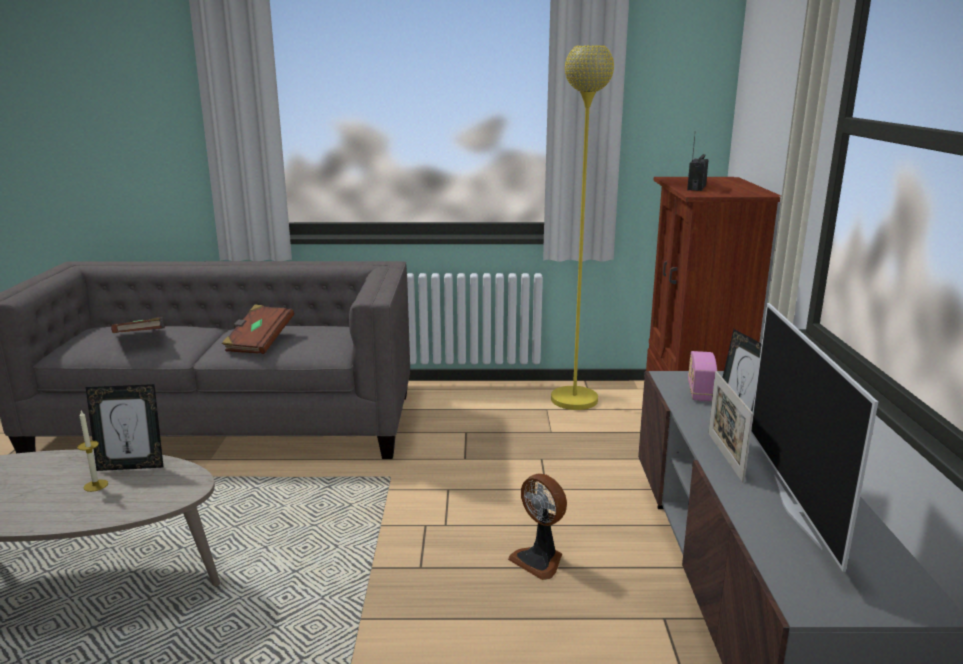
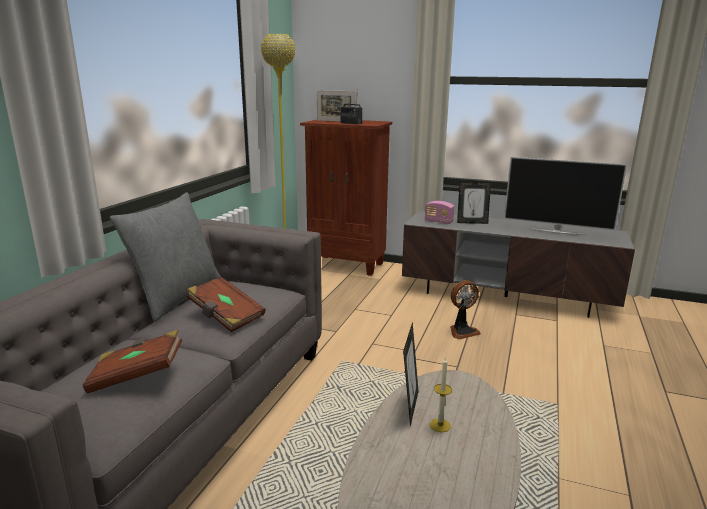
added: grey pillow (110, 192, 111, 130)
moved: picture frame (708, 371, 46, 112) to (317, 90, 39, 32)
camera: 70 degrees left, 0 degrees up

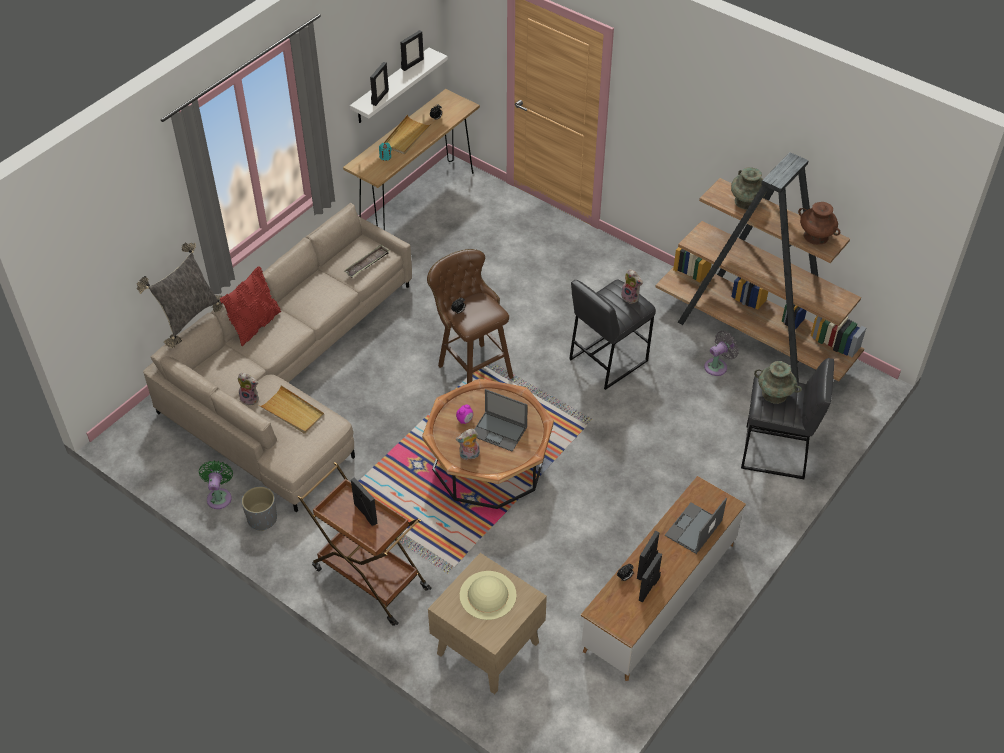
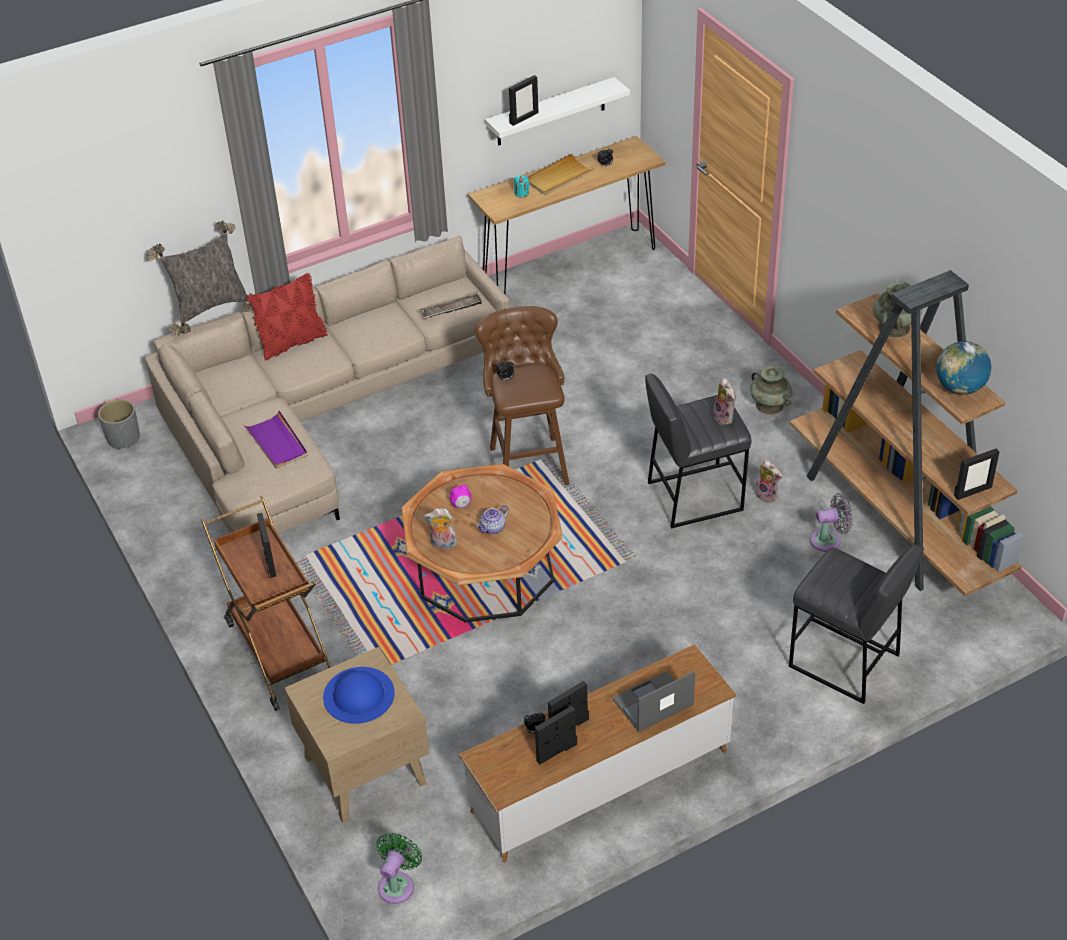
moved: green fan (199, 460, 34, 49) to (376, 833, 46, 71); plush toy (238, 373, 21, 32) to (755, 460, 27, 43); grey planter (242, 487, 35, 44) to (98, 399, 42, 50); picture frame (400, 30, 24, 41) to (954, 448, 46, 52); turquoise vase (754, 361, 48, 43) to (750, 366, 42, 49)
replaced: laptop (475, 389, 53, 63) to teapot (476, 505, 33, 29); brown vase (798, 202, 42, 43) to globe (936, 341, 55, 54)
recoloured: beige tray (260, 385, 64, 49) to purple tray (244, 410, 64, 58); beige hat (460, 571, 56, 49) to blue hat (323, 667, 72, 57)
camera: 25 degrees right, 5 degrees down

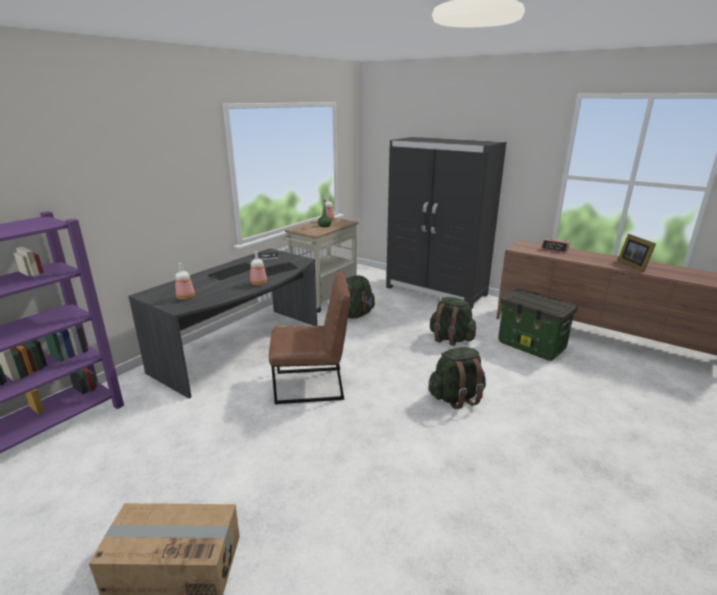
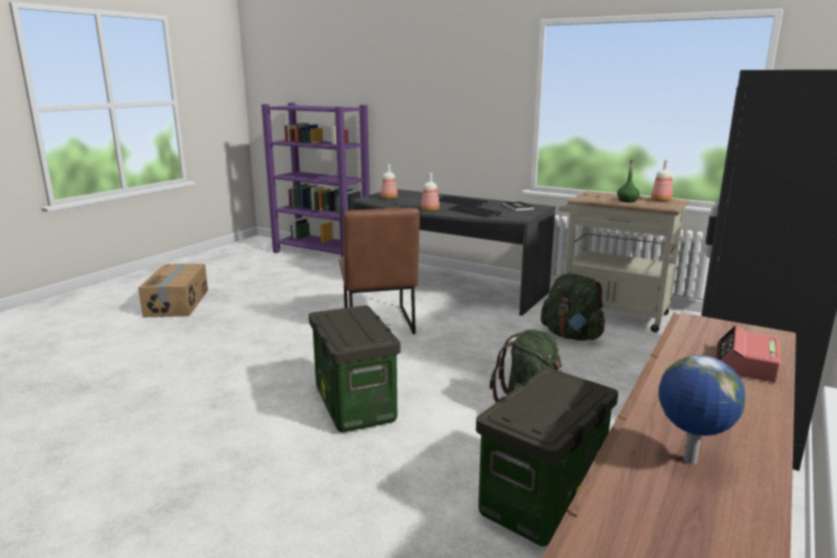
replaced: green backpack (429, 347, 57, 62) to storage box (309, 305, 92, 128); picture frame (617, 234, 39, 38) to globe (658, 355, 87, 109)
camera: 85 degrees right, 5 degrees down

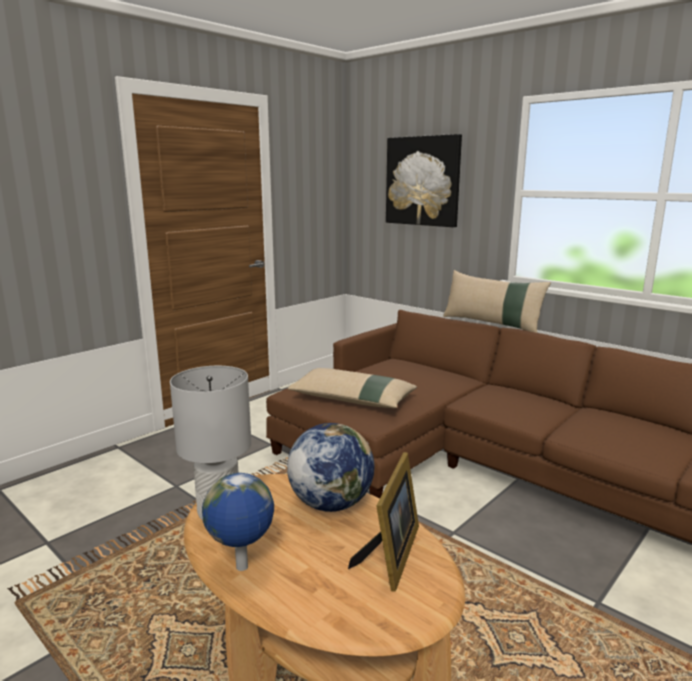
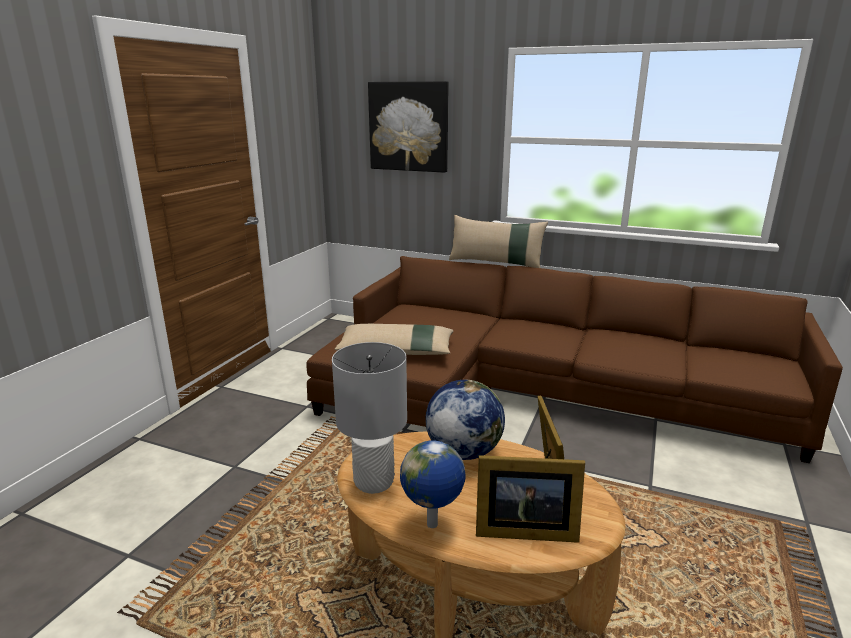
added: picture frame (476, 455, 109, 88)
camera: 20 degrees left, 5 degrees up

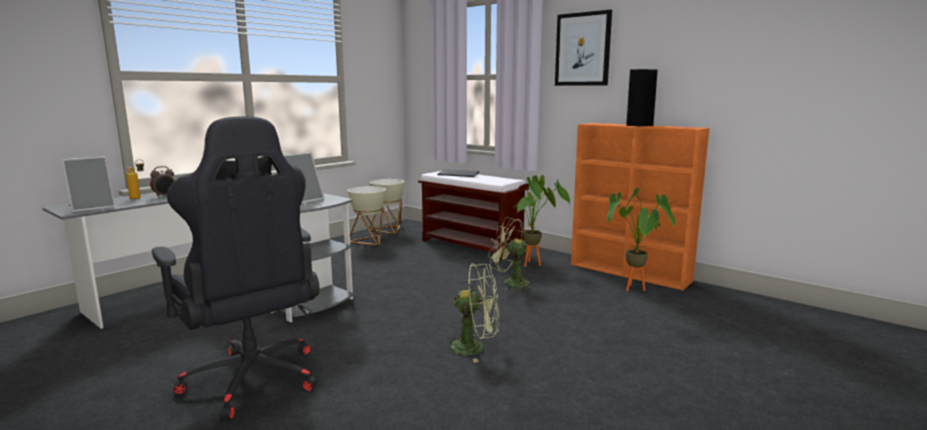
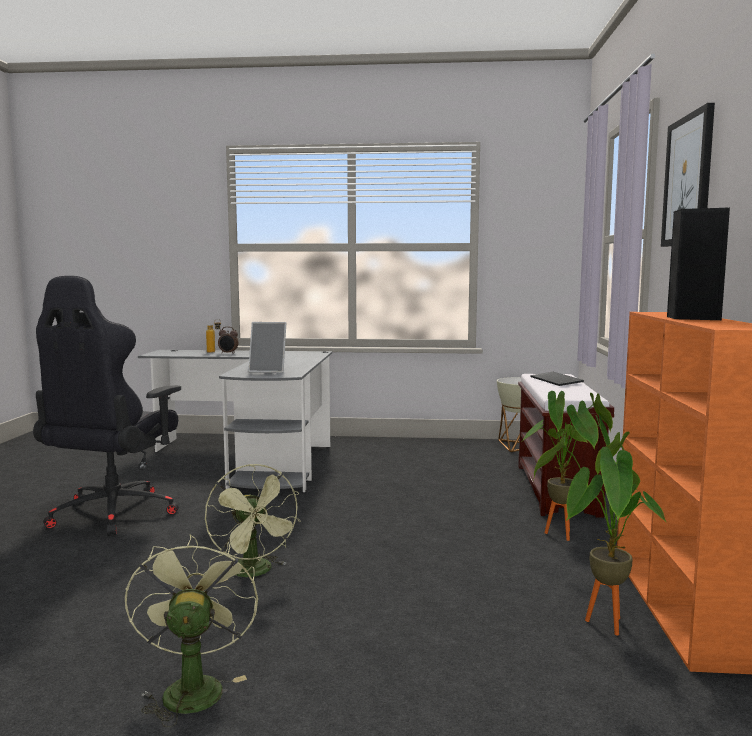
removed: picture frame (62, 156, 53, 56); planter (348, 186, 38, 60)
moved: green fan (488, 217, 45, 74) to (125, 534, 133, 193)
camera: 55 degrees right, 5 degrees down

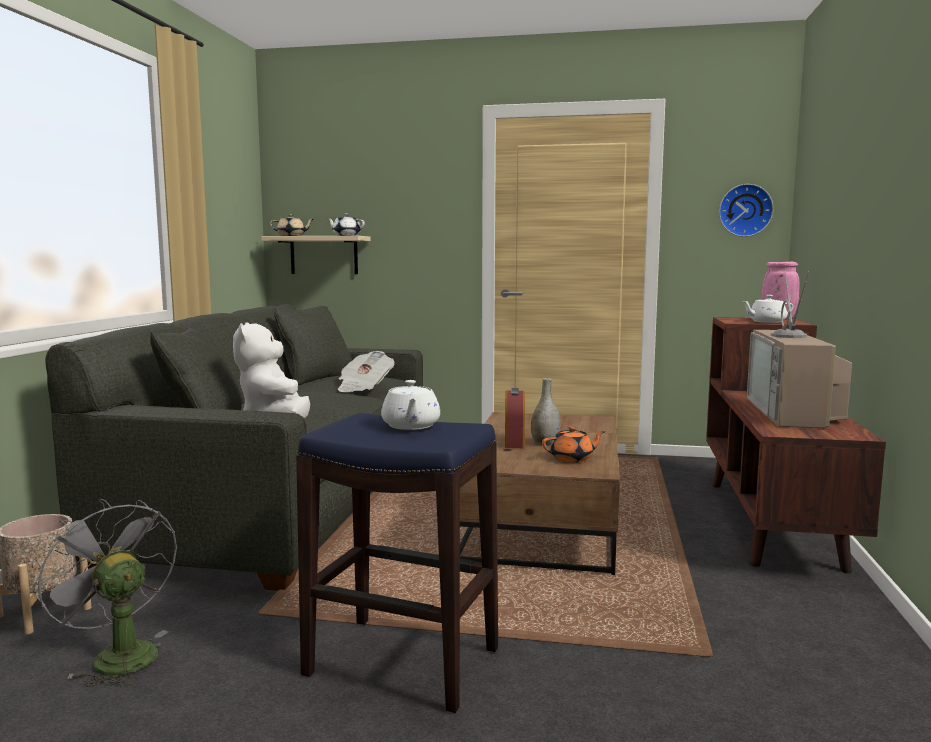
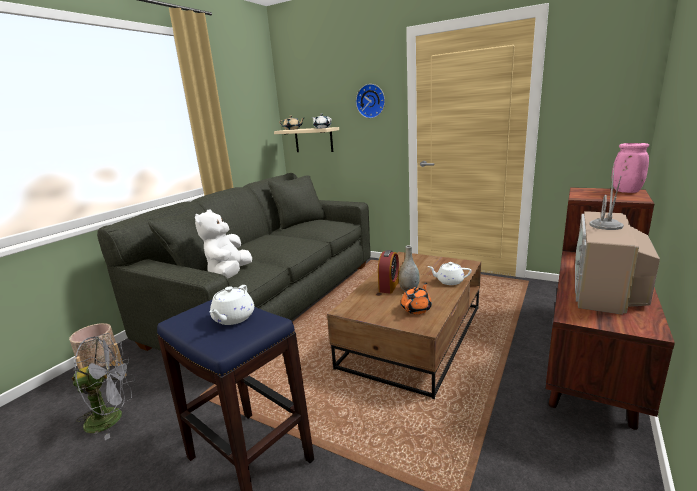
removed: newspaper (338, 351, 57, 41)
moved: wall clock (719, 184, 55, 53) to (356, 84, 29, 34); white teapot (742, 295, 51, 28) to (427, 262, 44, 23)
turned: grey fan (33, 499, 144, 188) = (72, 333, 63, 107) 105 degrees clockwise; orange teapot (542, 426, 63, 36) = (401, 283, 31, 31) 60 degrees counterclockwise
camera: 20 degrees right, 10 degrees up

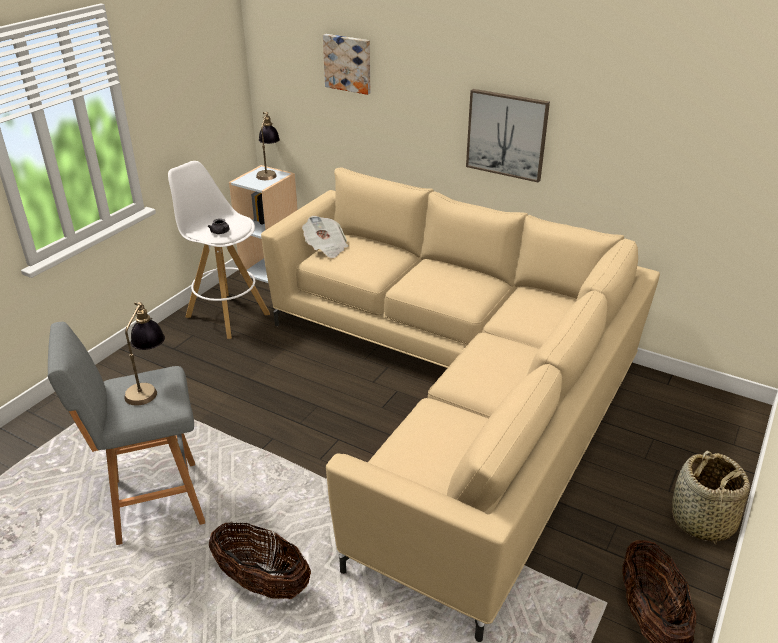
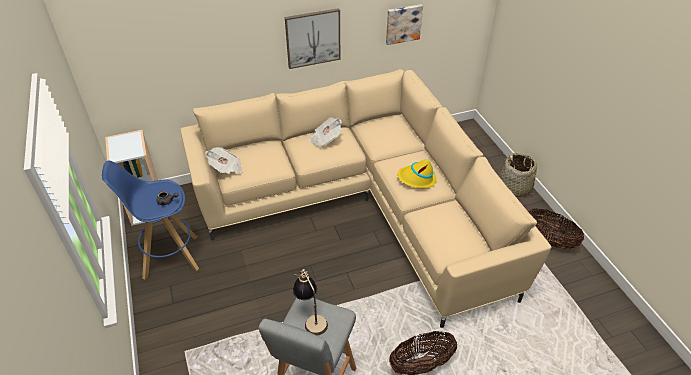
removed: table lamp (256, 112, 24, 68)
added: newspaper (308, 117, 34, 31); yellow hat (397, 159, 40, 29)
moved: picture (323, 34, 47, 61) to (386, 4, 37, 41)
recoloured: white stool (168, 161, 102, 178) to blue stool (102, 161, 97, 118)
camera: 50 degrees left, 10 degrees up

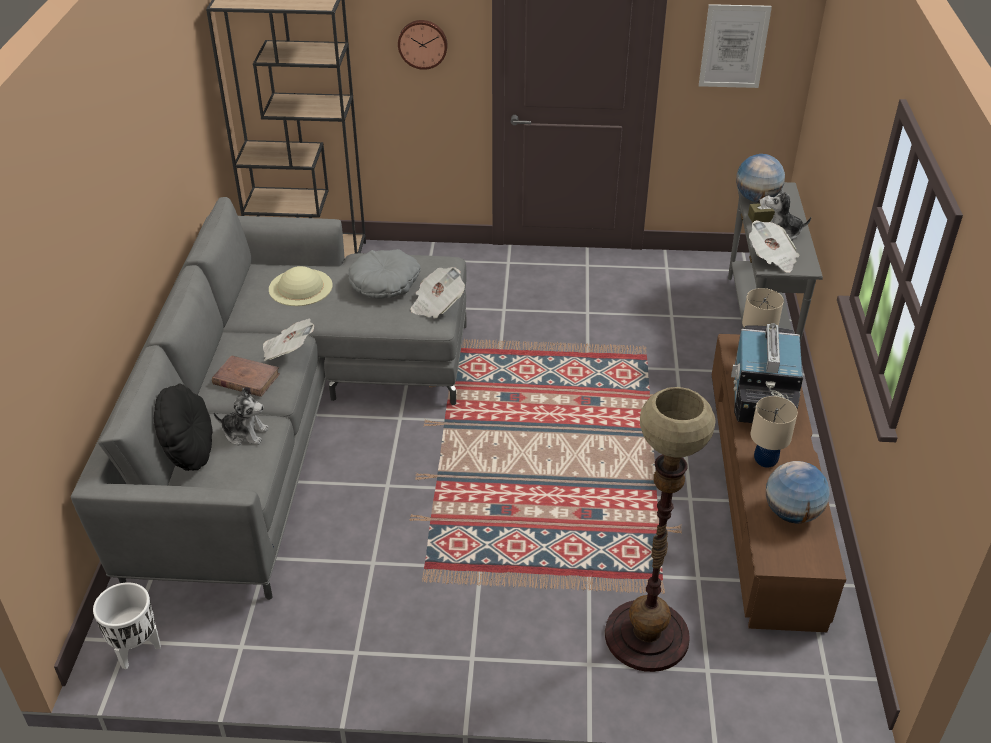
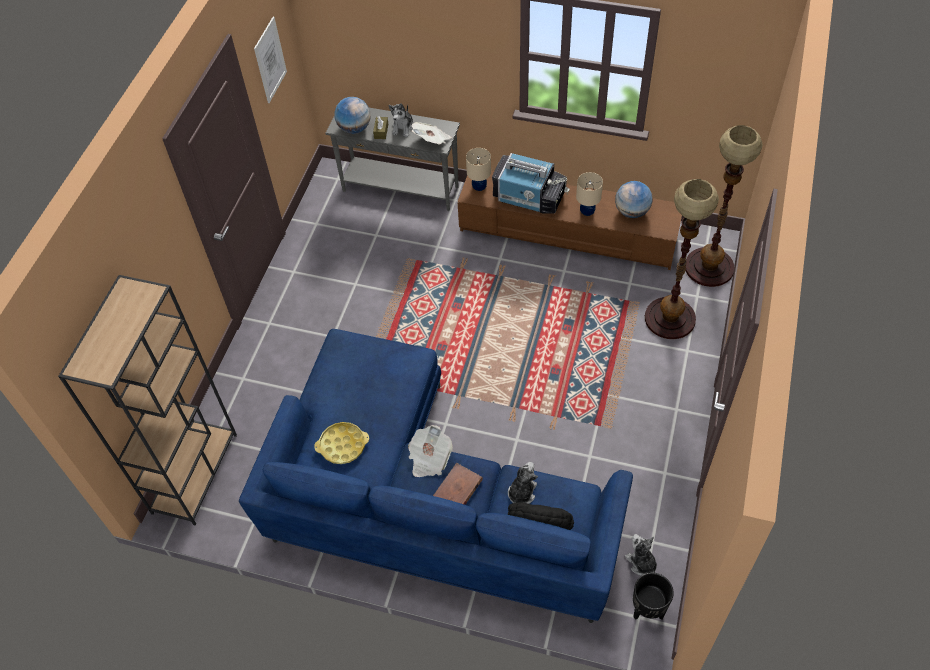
removed: grey pillow (348, 249, 73, 50); wall clock (398, 20, 49, 50); newspaper (410, 267, 55, 52)
added: plush toy (625, 534, 32, 42); floor lamp (685, 125, 78, 162)
replaced: beige hat (269, 266, 64, 40) to yellow tray (314, 422, 55, 42)
recoloured: grey sofa (71, 197, 396, 403) to blue sofa (239, 329, 394, 294); white planter (93, 582, 68, 87) to black planter (633, 573, 41, 47)
camera: 75 degrees left, 15 degrees up

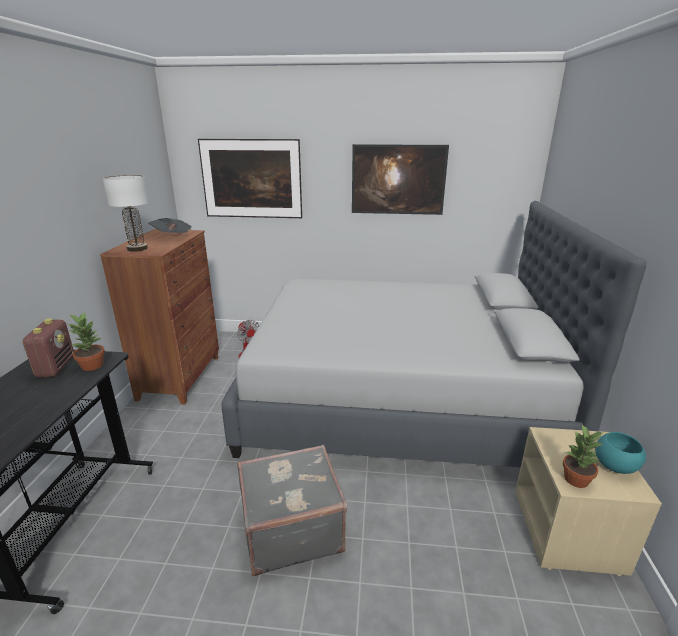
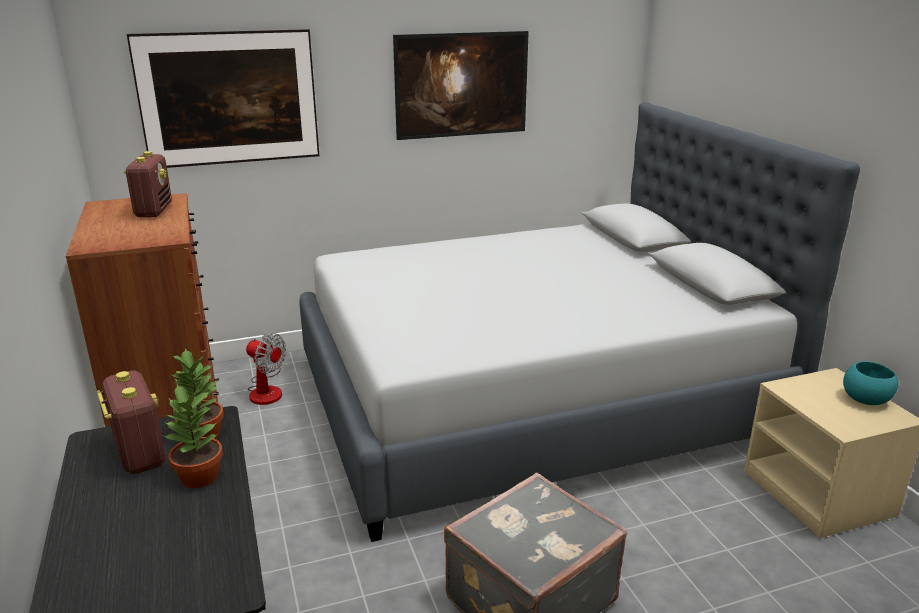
removed: table lamp (102, 175, 47, 77)
moved: potted plant (563, 424, 40, 64) to (164, 385, 59, 103)
replaced: newspaper (148, 218, 44, 15) to radio (123, 151, 49, 66)
camera: 25 degrees left, 0 degrees up

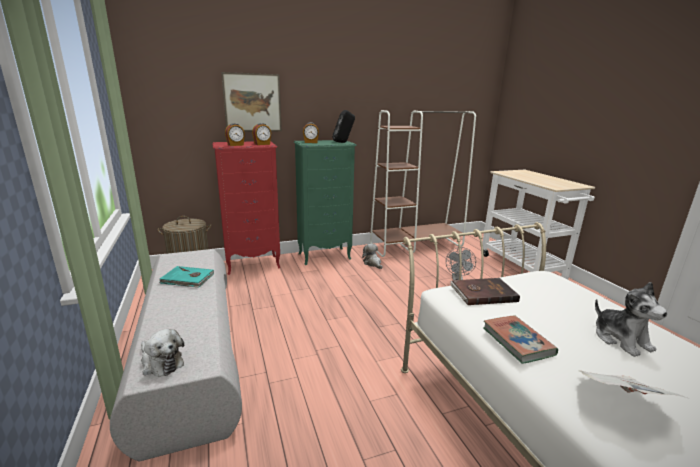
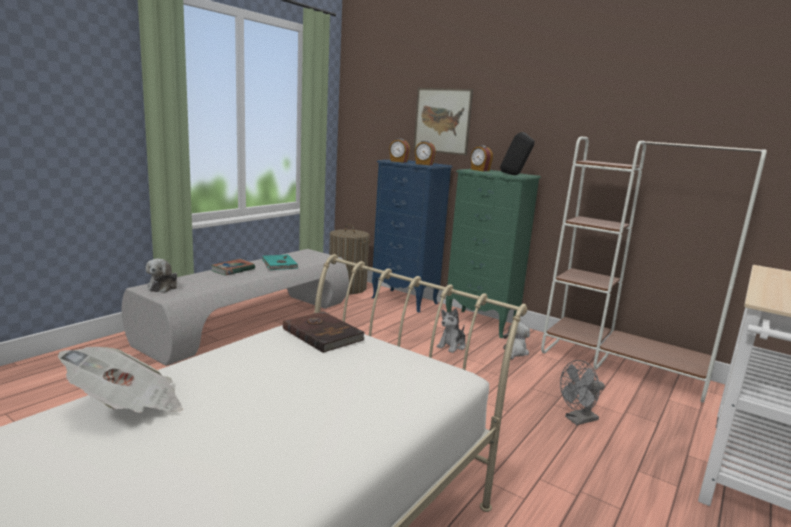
moved: book (483, 315, 75, 49) to (211, 259, 44, 17); plush toy (595, 282, 73, 75) to (437, 308, 29, 45)
recoloured: red dresser (212, 141, 68, 134) to blue dresser (372, 160, 81, 152)
camera: 55 degrees right, 5 degrees down

